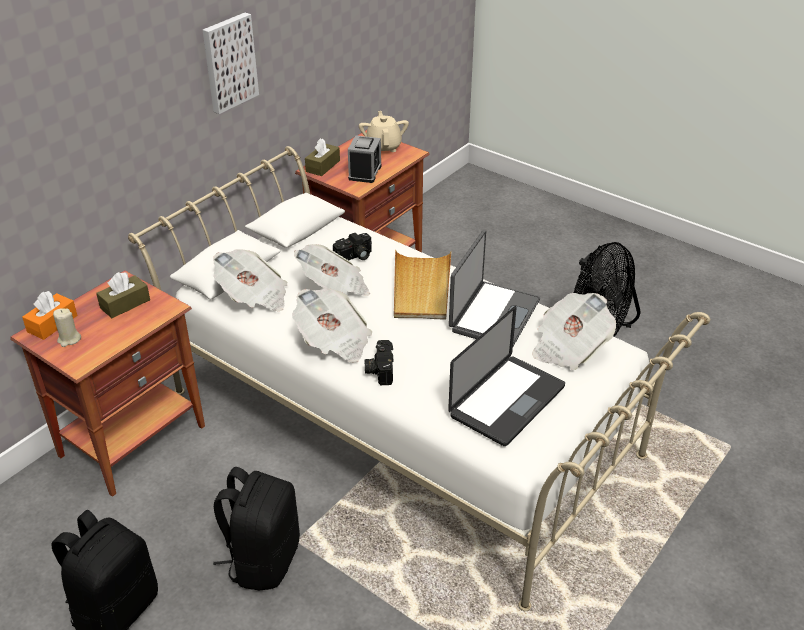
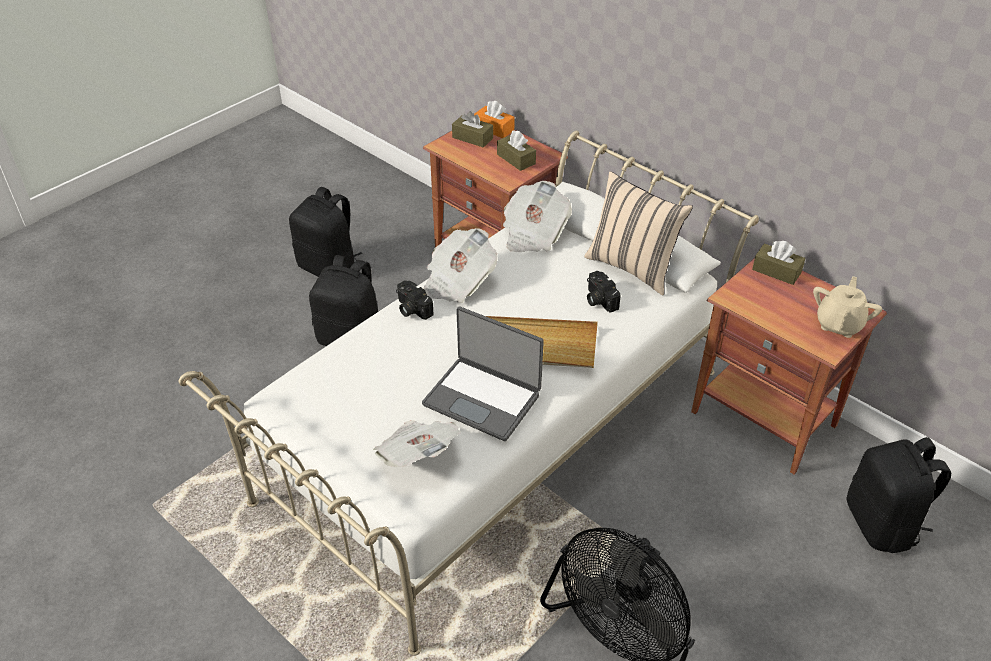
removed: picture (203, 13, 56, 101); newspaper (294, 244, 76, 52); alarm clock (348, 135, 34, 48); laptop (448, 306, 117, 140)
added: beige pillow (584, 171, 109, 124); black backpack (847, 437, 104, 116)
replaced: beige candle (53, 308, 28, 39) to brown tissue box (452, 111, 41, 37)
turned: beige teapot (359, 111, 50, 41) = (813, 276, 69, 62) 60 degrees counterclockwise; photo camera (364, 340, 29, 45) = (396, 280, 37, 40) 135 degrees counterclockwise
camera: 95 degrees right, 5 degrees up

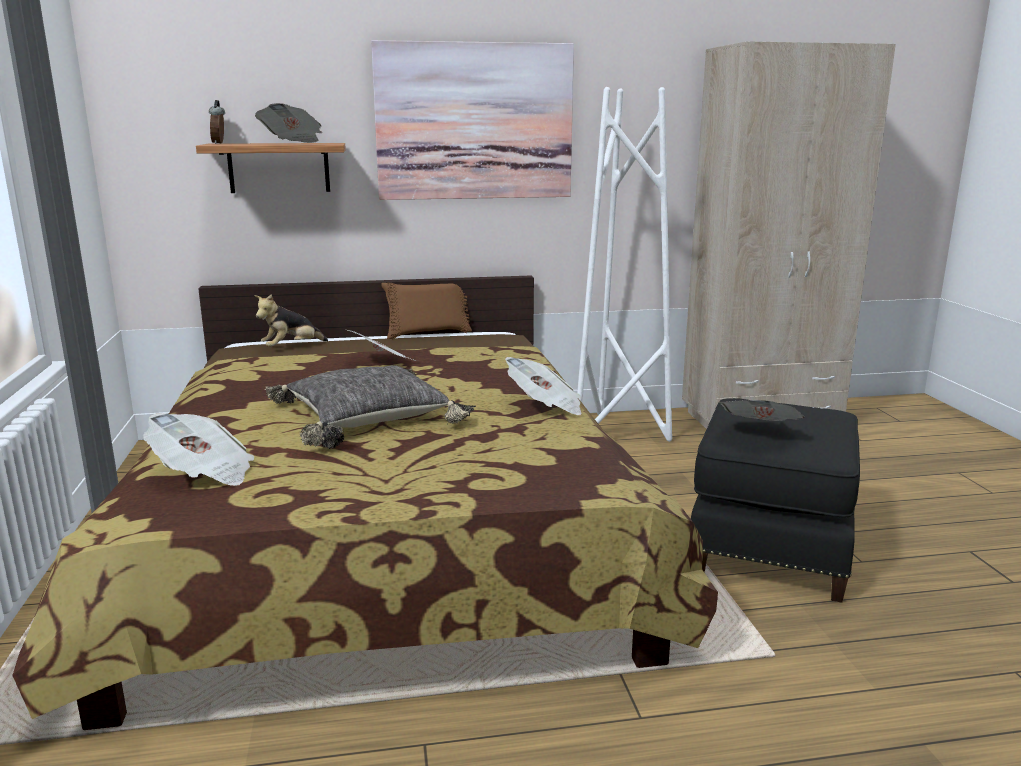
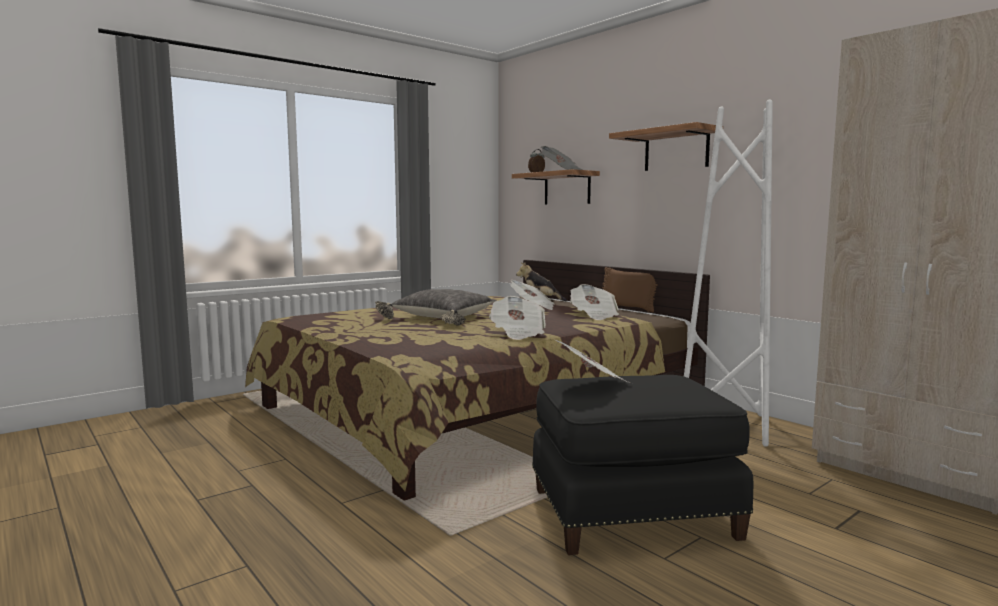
moved: newspaper (143, 413, 111, 73) to (570, 284, 49, 36)
replaced: picture (371, 40, 203, 160) to shelf (609, 122, 114, 49)
camera: 60 degrees right, 10 degrees down

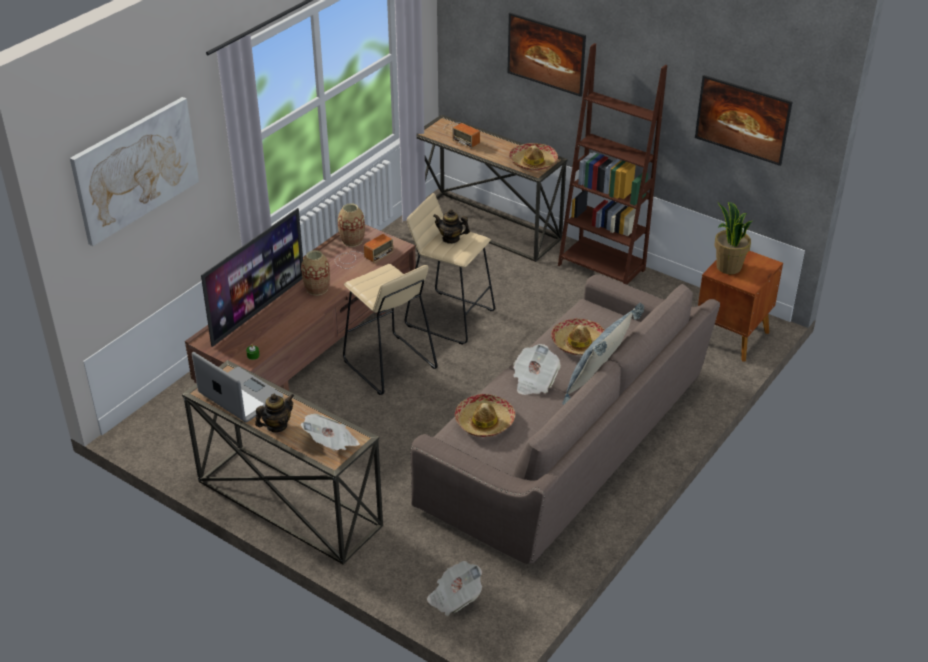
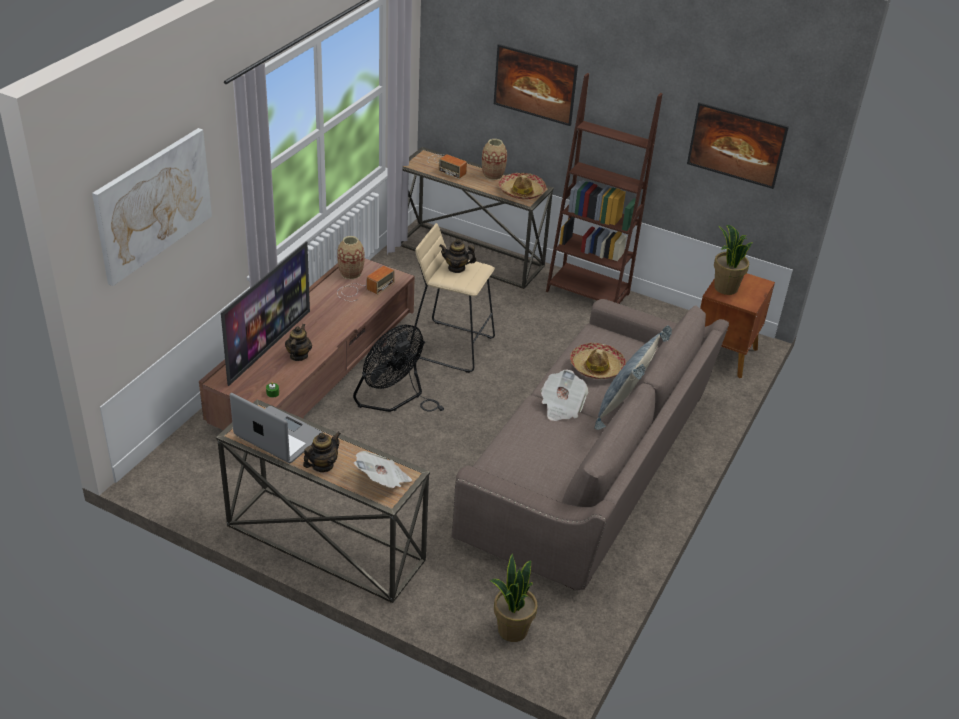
removed: hat (455, 394, 60, 43)
added: teapot (285, 324, 27, 37)
moved: vase (301, 250, 29, 45) to (482, 139, 25, 41)
replaced: beige stool (343, 264, 95, 131) to black fan (353, 325, 91, 87); newspaper (427, 561, 56, 55) to potted plant (490, 553, 48, 89)
camera: 10 degrees left, 0 degrees up

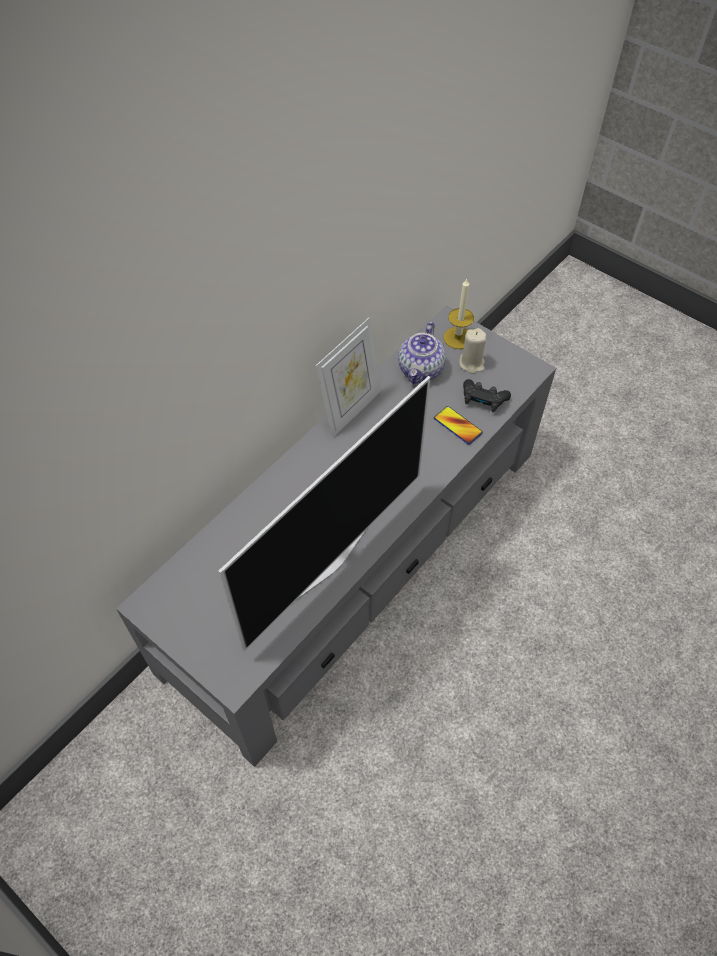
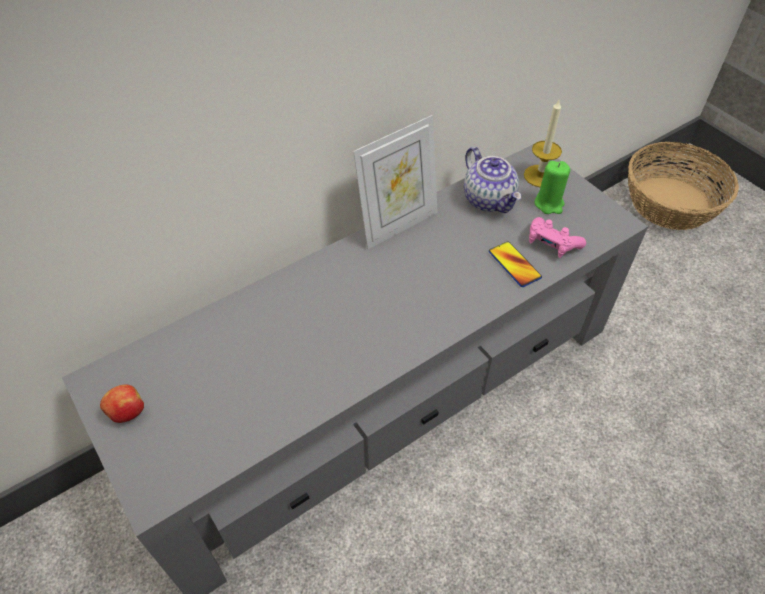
removed: television (218, 376, 212, 276)
added: apple (100, 385, 44, 38); basket (628, 142, 111, 88)
recoloured: beige candle (459, 328, 28, 46) to green candle (534, 161, 36, 53); black game controller (463, 379, 48, 34) to pink game controller (529, 217, 57, 41)
turned: teapot (398, 322, 48, 62) = (464, 147, 58, 66) 60 degrees counterclockwise
camera: 15 degrees right, 5 degrees down

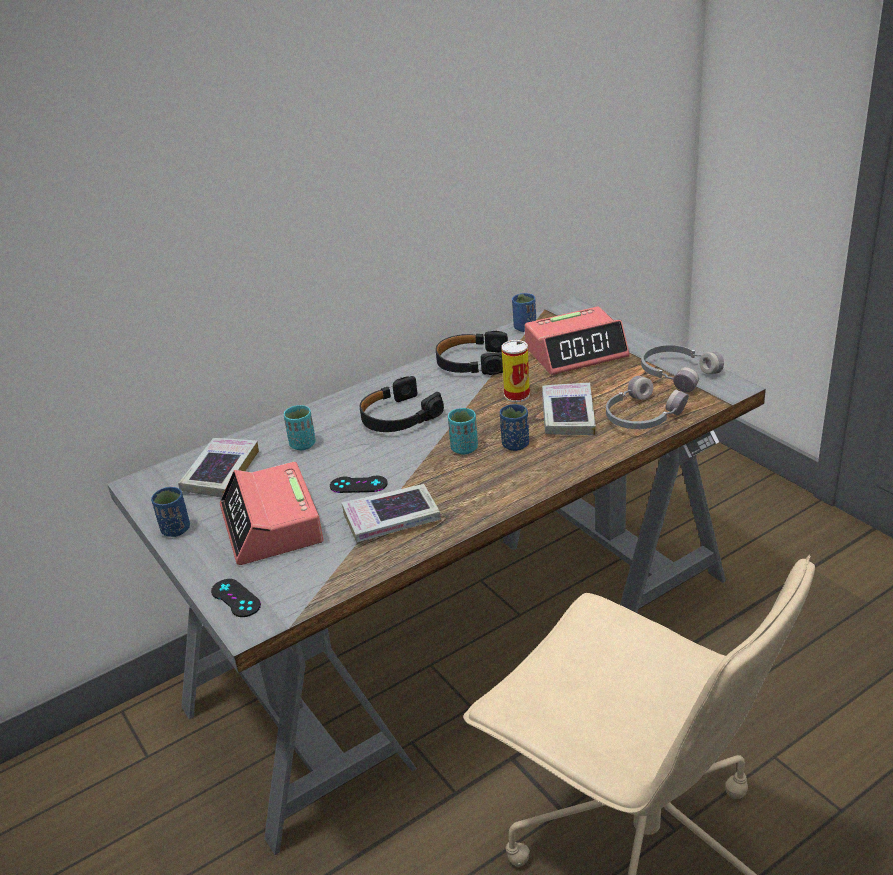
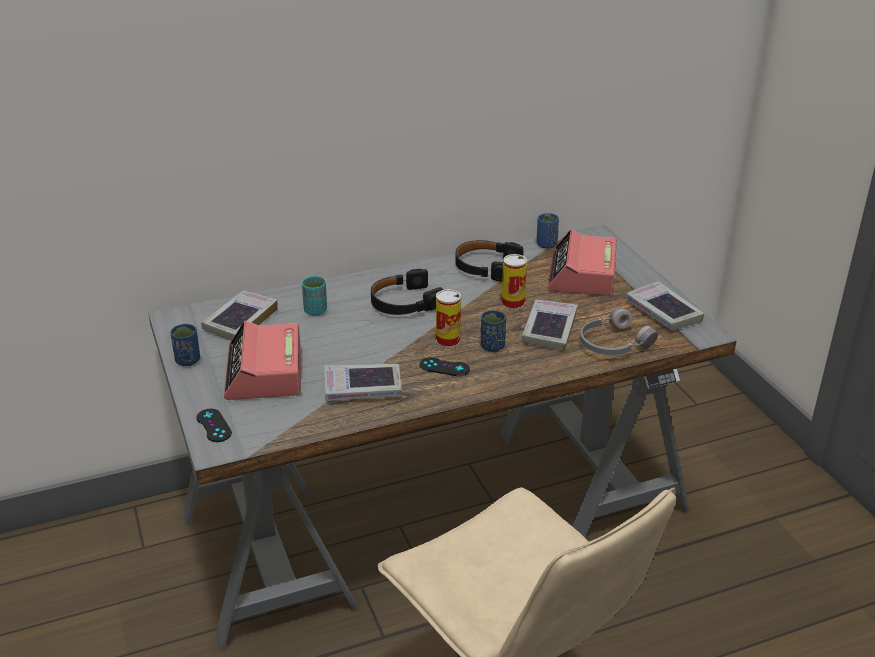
moved: black game controller (330, 476, 58, 17) to (419, 357, 51, 19)
replaced: turquoise cup (448, 408, 30, 46) to can (436, 289, 25, 59); grey headphones (641, 345, 83, 47) to book (625, 281, 79, 49)
turned: alarm clock (525, 306, 104, 69) = (547, 229, 70, 67) 105 degrees clockwise
camera: 10 degrees right, 0 degrees up

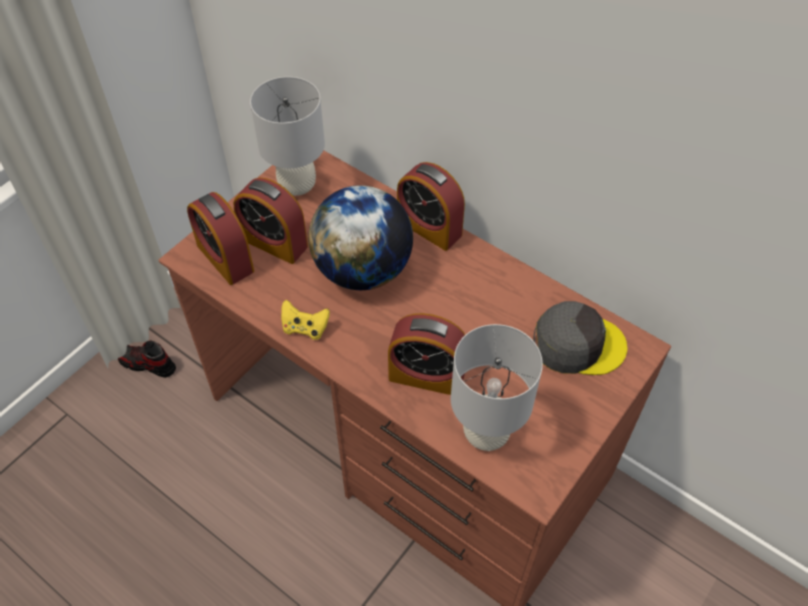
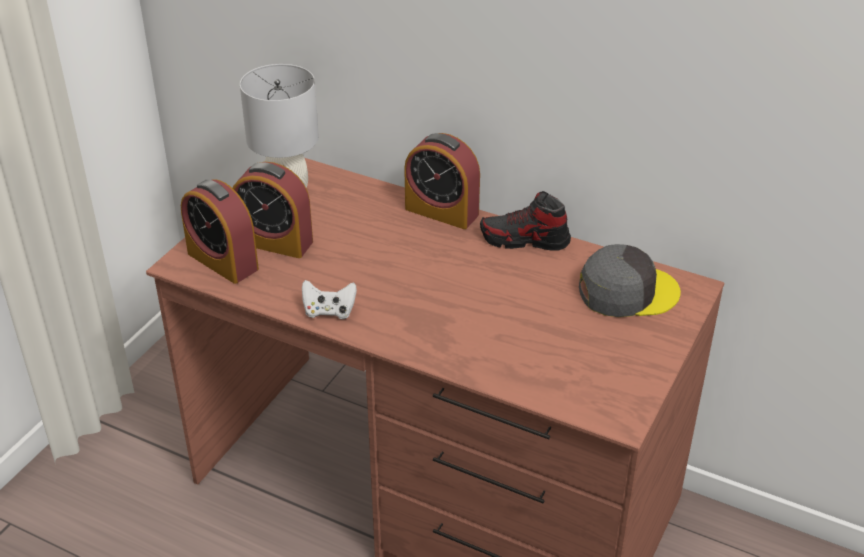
removed: globe (308, 185, 105, 105); alarm clock (388, 313, 77, 82); grey table lamp (451, 324, 92, 127)
moved: shoe (118, 340, 58, 38) to (480, 191, 91, 60)
recoloured: yellow game controller (281, 300, 49, 40) to white game controller (302, 280, 55, 39)
camera: 10 degrees left, 15 degrees down

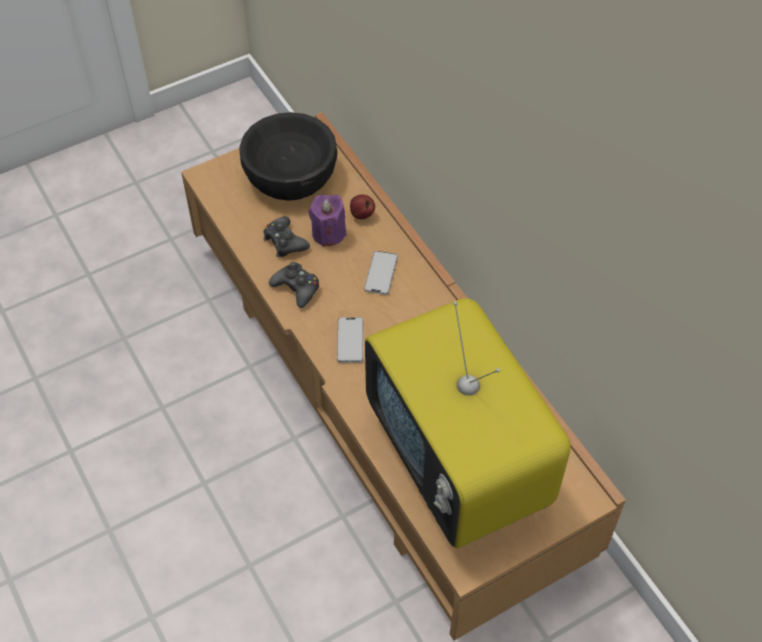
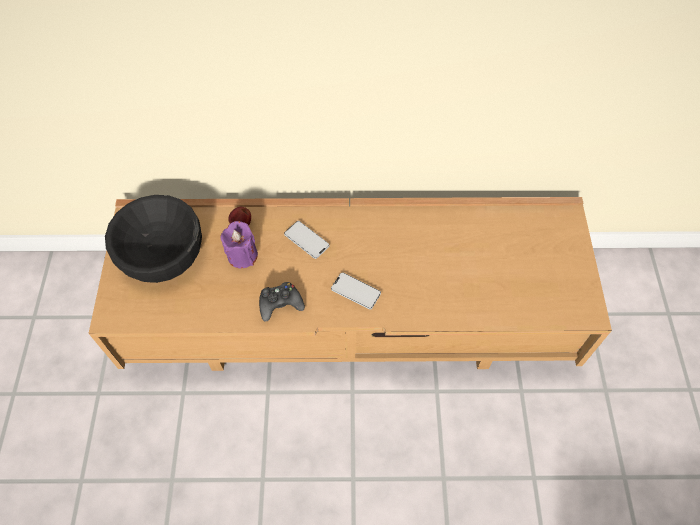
removed: black game controller (263, 216, 47, 41); television (365, 298, 206, 250)
camera: 60 degrees left, 5 degrees up

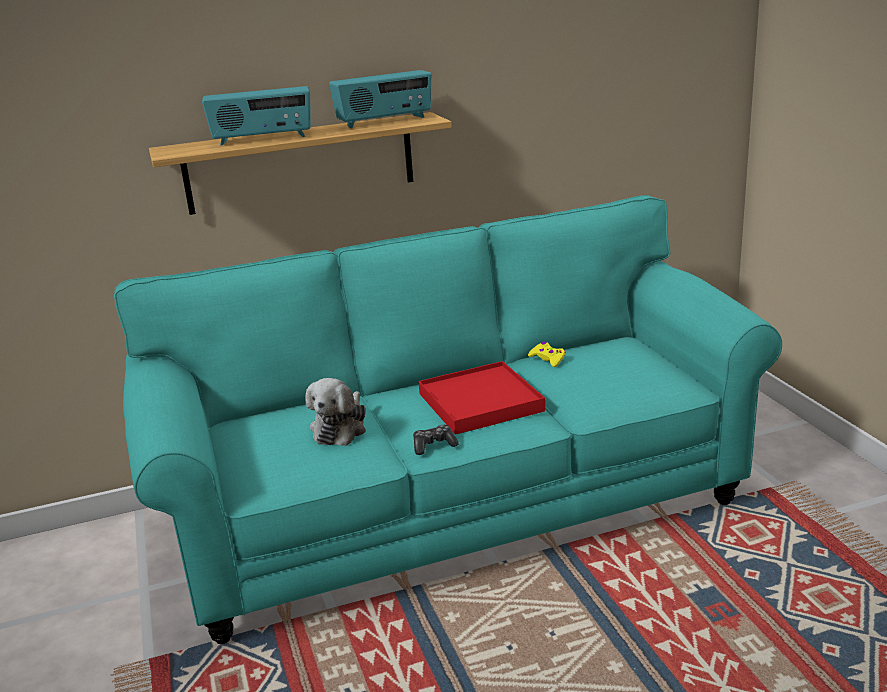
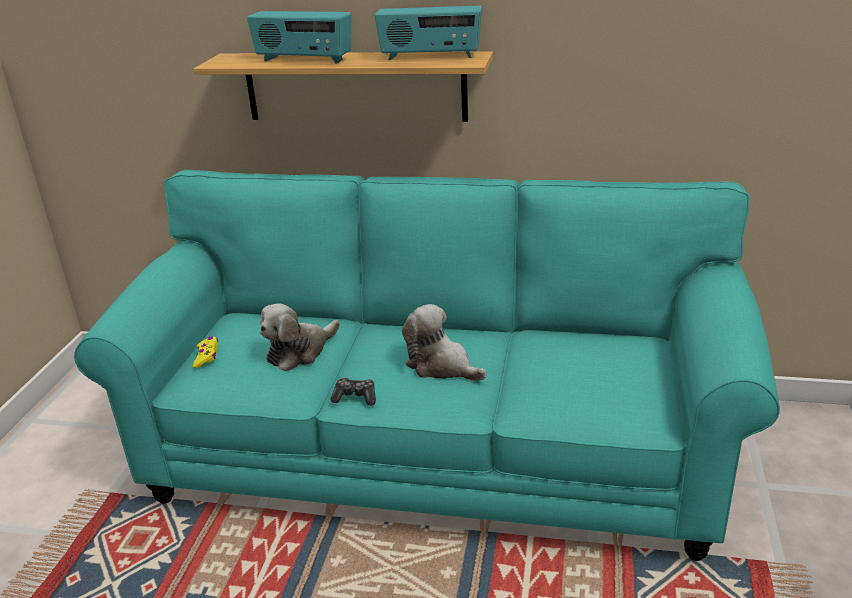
moved: yellow game controller (528, 341, 38, 26) to (193, 336, 25, 32)
replaced: red tray (418, 361, 127, 74) to plush toy (402, 304, 85, 77)
camera: 30 degrees right, 5 degrees up

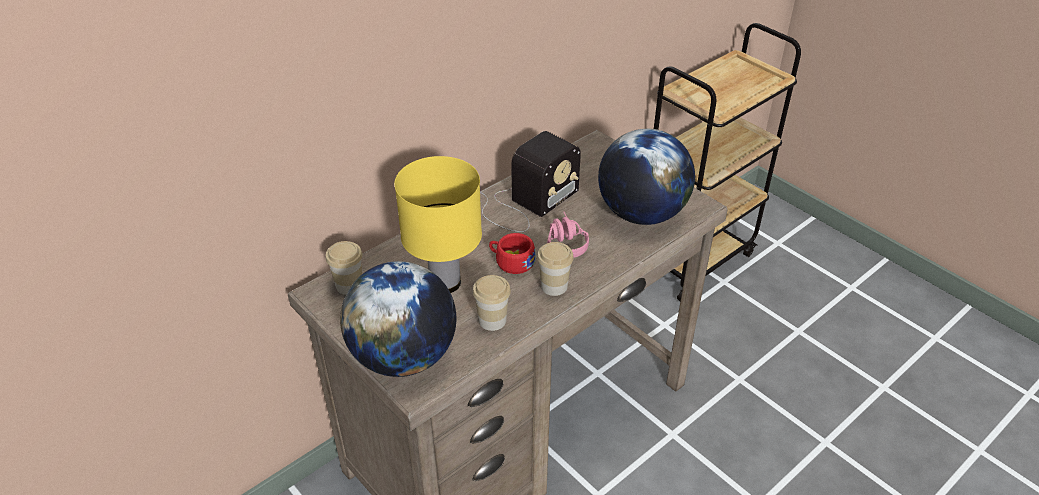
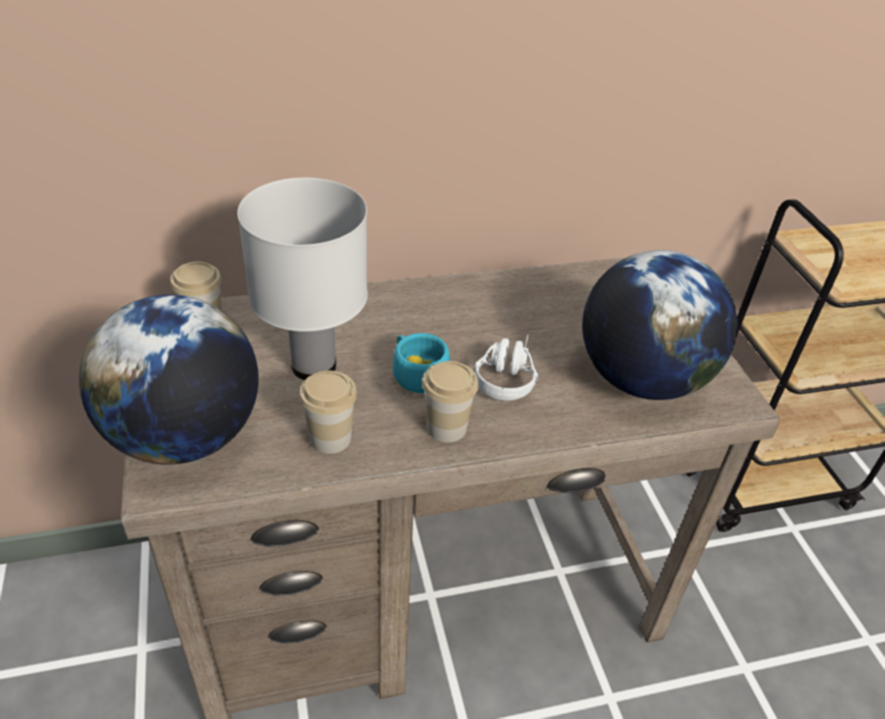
removed: radio (481, 131, 100, 101)
recoloured: yellow table lamp (394, 156, 88, 137) to white table lamp (237, 178, 131, 202); red cup (489, 233, 46, 41) to turquoise cup (393, 333, 57, 60); pink headphones (547, 212, 42, 45) to white headphones (474, 335, 64, 66)
camera: 25 degrees right, 0 degrees up

